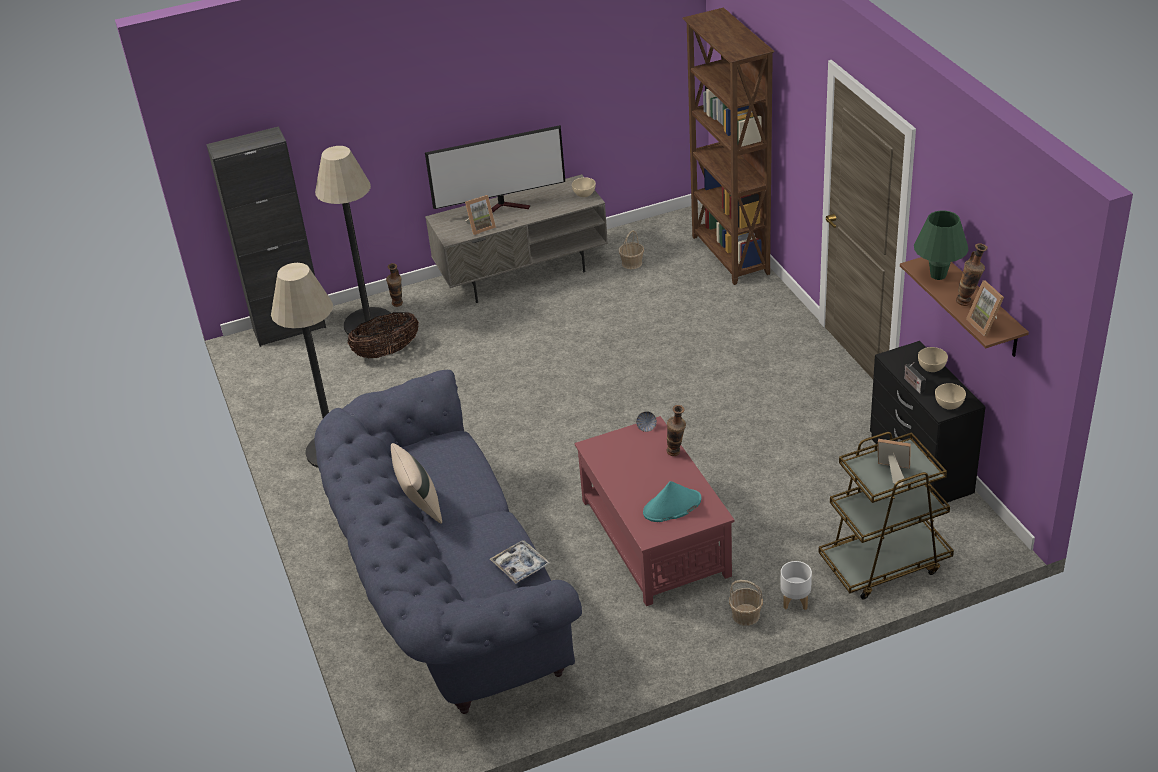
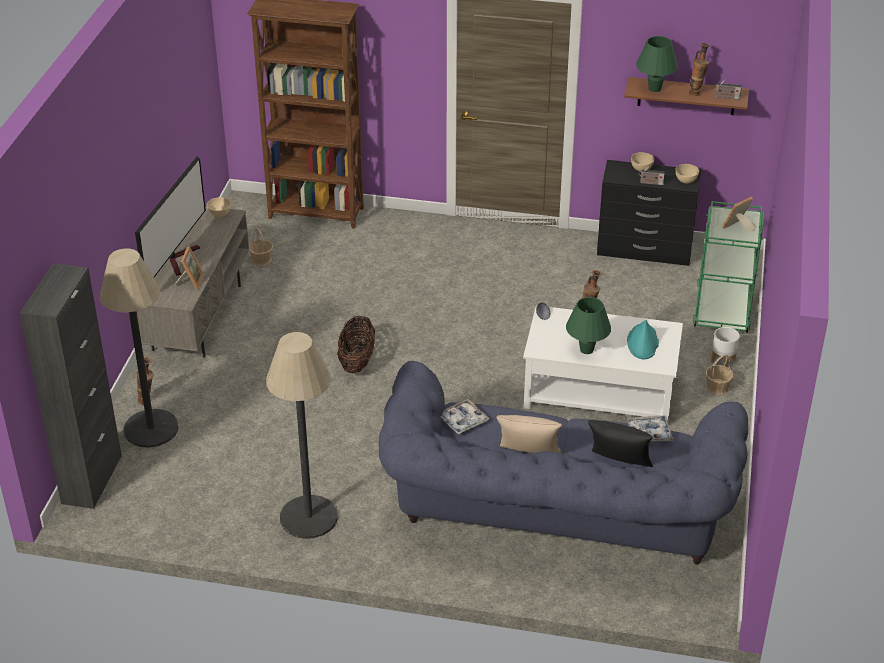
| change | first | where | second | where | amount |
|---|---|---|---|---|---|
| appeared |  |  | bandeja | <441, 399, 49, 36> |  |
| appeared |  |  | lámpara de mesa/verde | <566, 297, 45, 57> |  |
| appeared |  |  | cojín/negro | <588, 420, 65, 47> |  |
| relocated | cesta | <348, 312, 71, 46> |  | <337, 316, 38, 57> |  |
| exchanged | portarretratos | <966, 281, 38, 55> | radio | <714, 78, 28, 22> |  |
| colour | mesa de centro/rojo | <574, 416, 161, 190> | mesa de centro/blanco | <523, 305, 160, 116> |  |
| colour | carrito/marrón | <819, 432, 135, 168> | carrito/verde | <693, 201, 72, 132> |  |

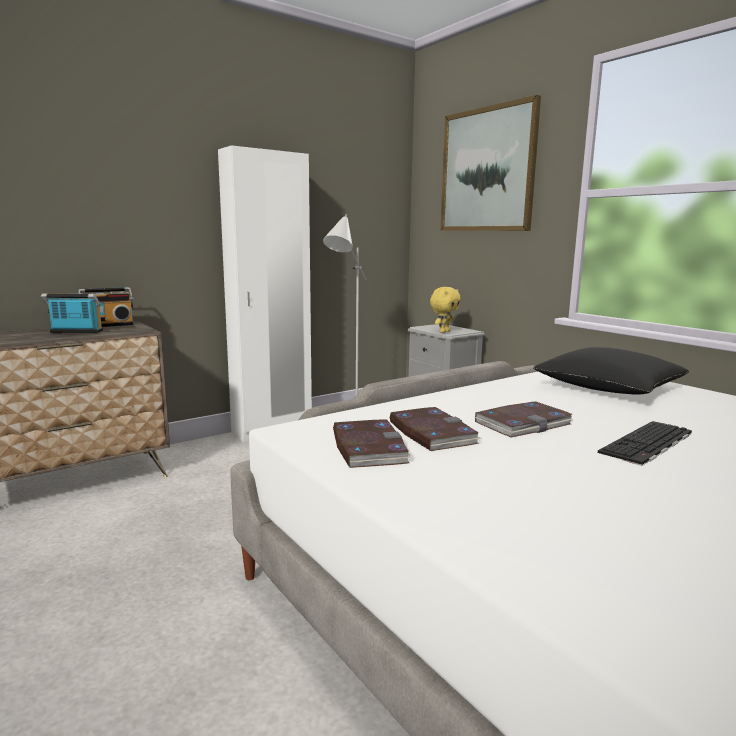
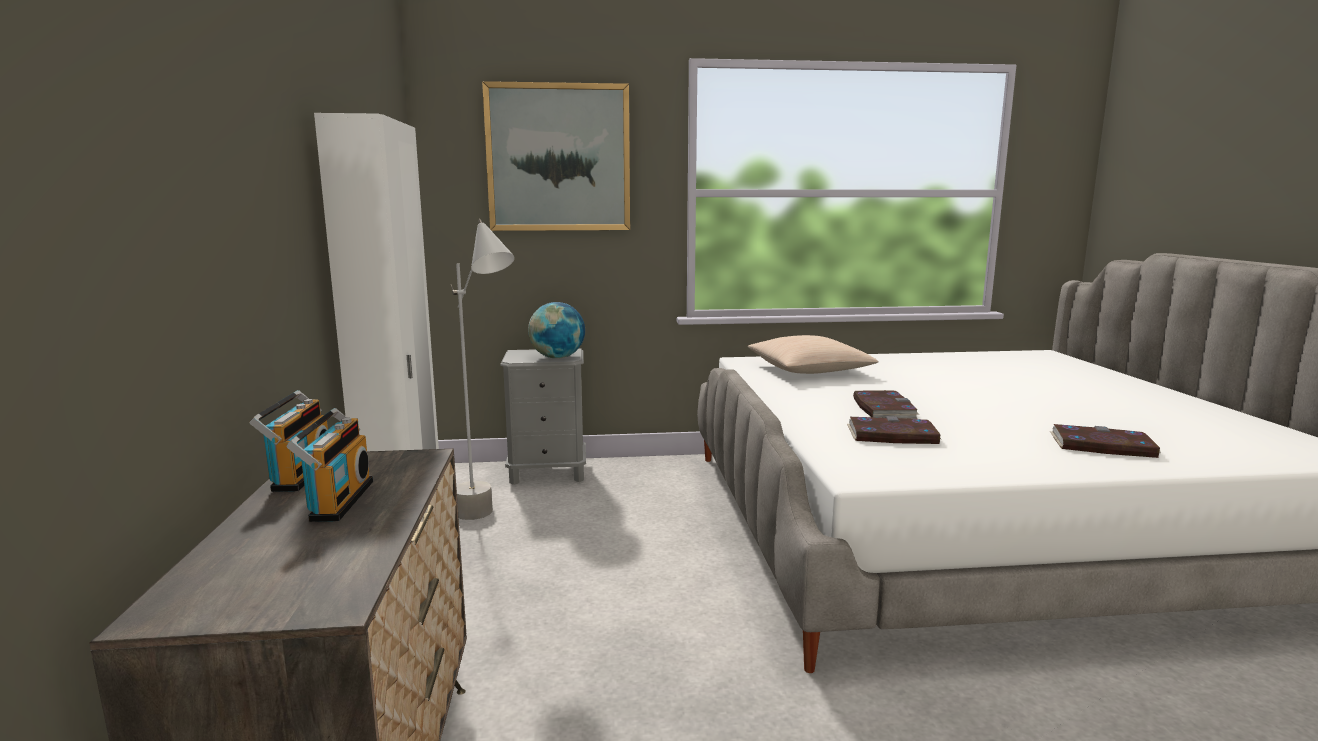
| change | first | where | second | where | amount |
|---|---|---|---|---|---|
| missing | teclado | <598, 421, 94, 45> |  |  |  |
| relocated | libro | <333, 419, 79, 49> |  | <1050, 424, 111, 34> |  |
| exchanged | peluche/amarillo | <430, 287, 31, 46> | globo terráqueo | <528, 302, 57, 57> |  |
| colour | cojín/negro | <533, 347, 156, 48> | cojín/beis | <748, 335, 130, 39> |  |
| spun | radio | <41, 293, 62, 40> |  | <286, 408, 87, 114> | 150 degrees clockwise |

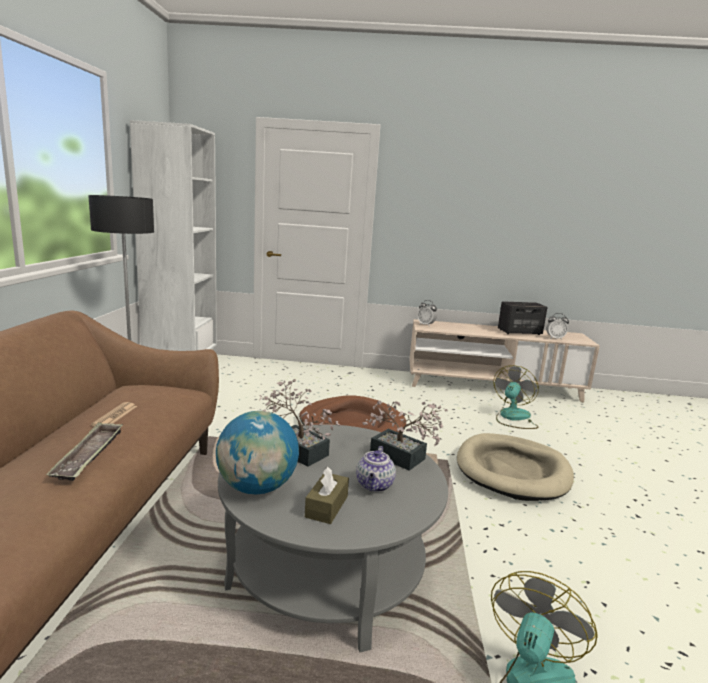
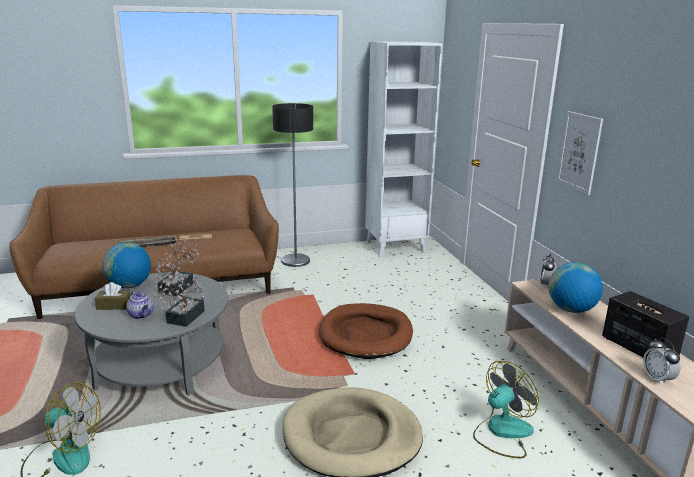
| change | first | where | second | where | amount |
|---|---|---|---|---|---|
| appeared |  |  | globo terráqueo | <549, 262, 54, 51> |  |
| appeared |  |  | cuadro | <556, 111, 47, 84> |  |
| spun | tetera | <356, 446, 40, 46> |  | <126, 291, 28, 28> | 120 degrees counterclockwise |
| spun | ventilador | <493, 365, 46, 64> |  | <473, 361, 66, 97> | 45 degrees counterclockwise |

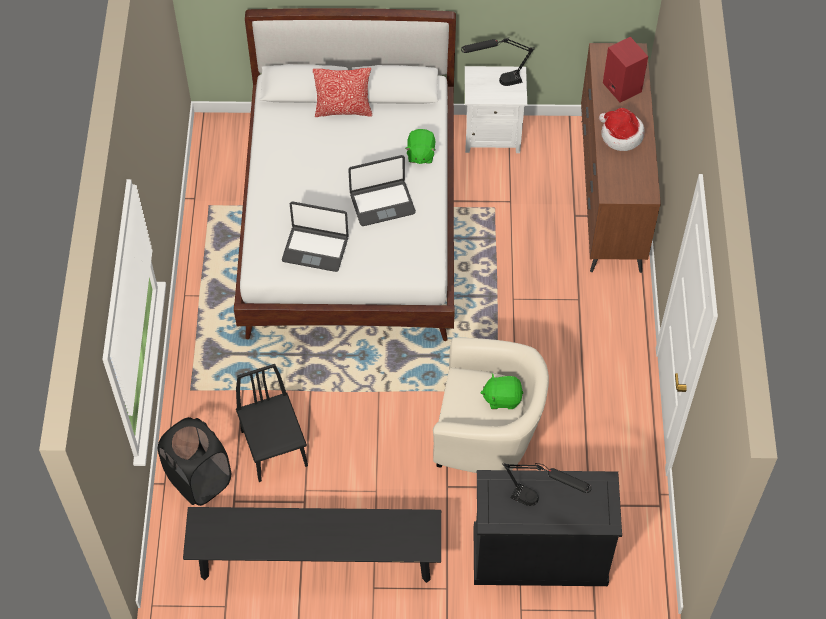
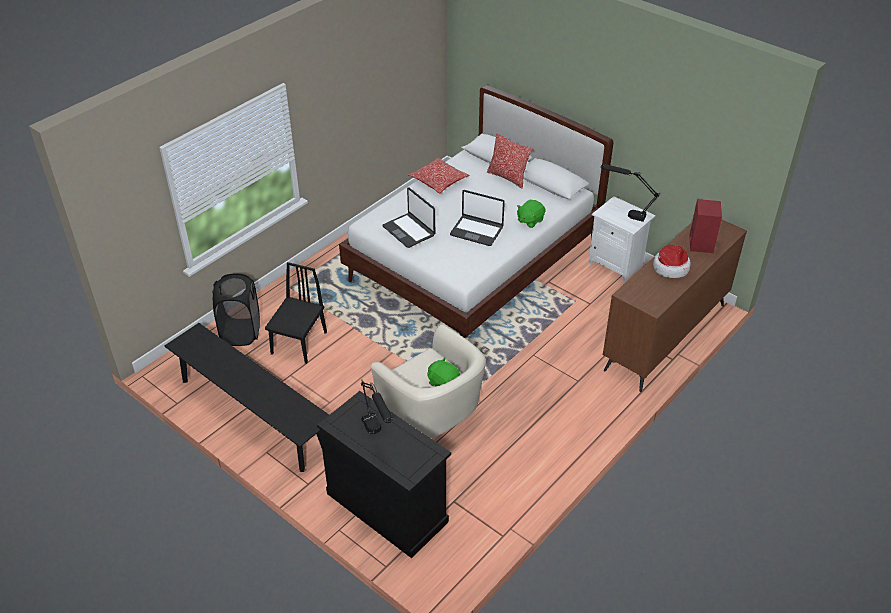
| change | first | where | second | where | amount |
|---|---|---|---|---|---|
| appeared |  |  | cojín | <409, 158, 60, 36> |  |

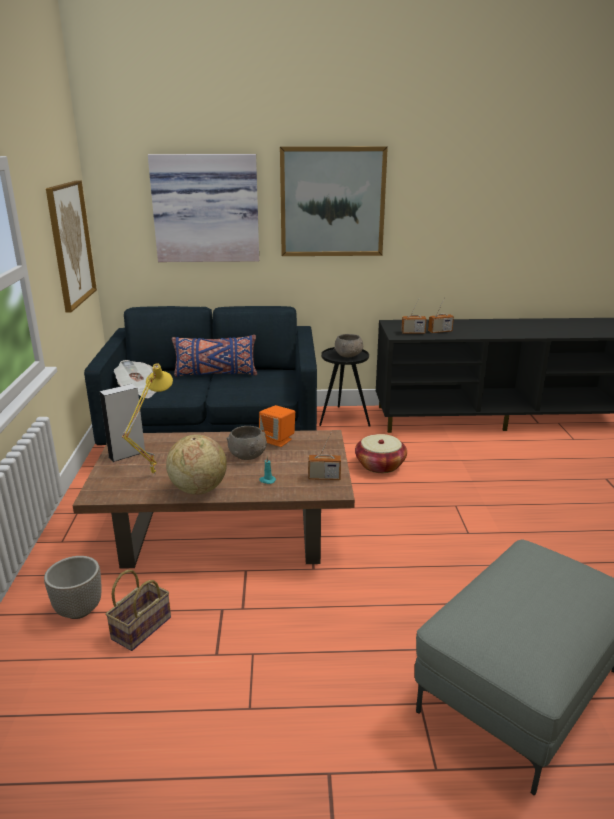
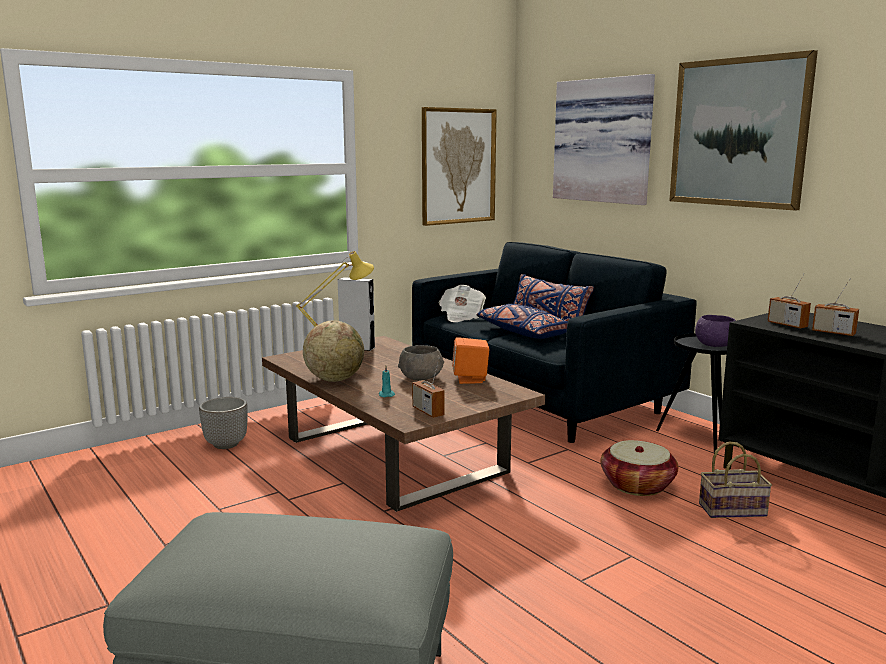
| change | first | where | second | where | amount |
|---|---|---|---|---|---|
| appeared |  |  | cojín/azul | <476, 304, 92, 35> |  |
| relocated | cesta | <106, 570, 65, 81> |  | <699, 441, 73, 77> |  |
| colour | cuenco/gris | <334, 334, 29, 23> | cuenco/morado | <695, 315, 41, 32> |  |

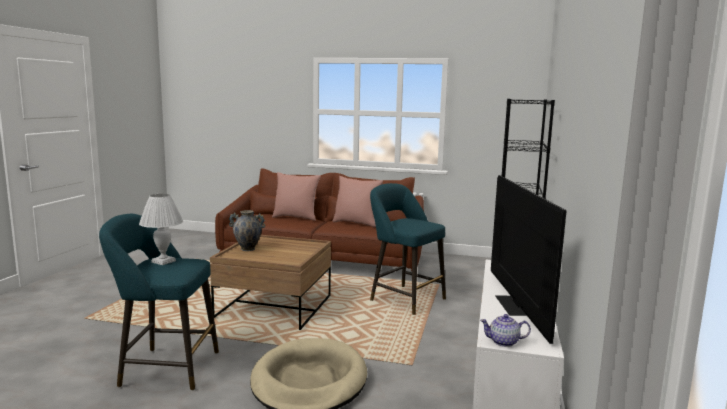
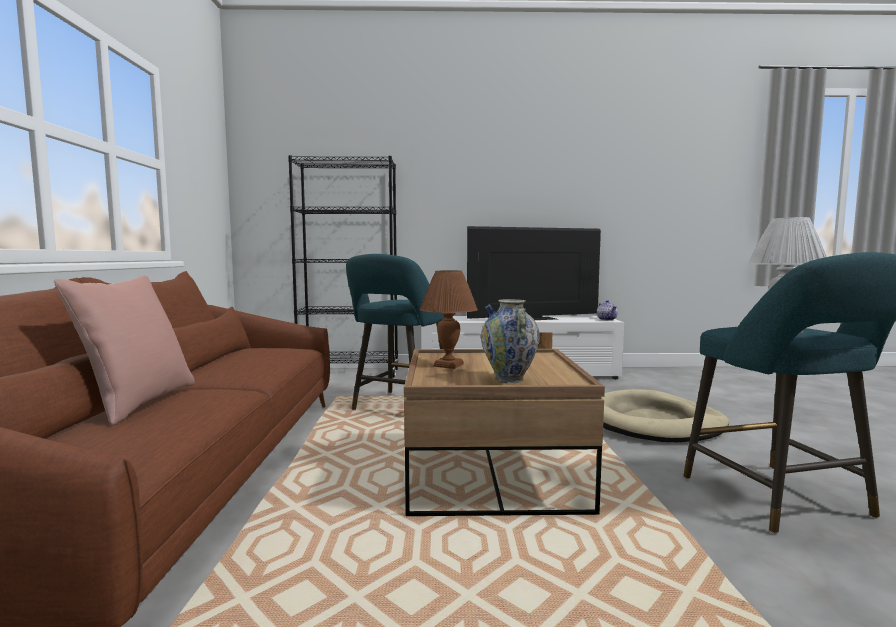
| change | first | where | second | where | amount |
|---|---|---|---|---|---|
| missing | cojín/rosa | <332, 176, 51, 52> |  |  |  |
| appeared |  |  | lámpara de mesa/marrón | <420, 270, 58, 99> |  |

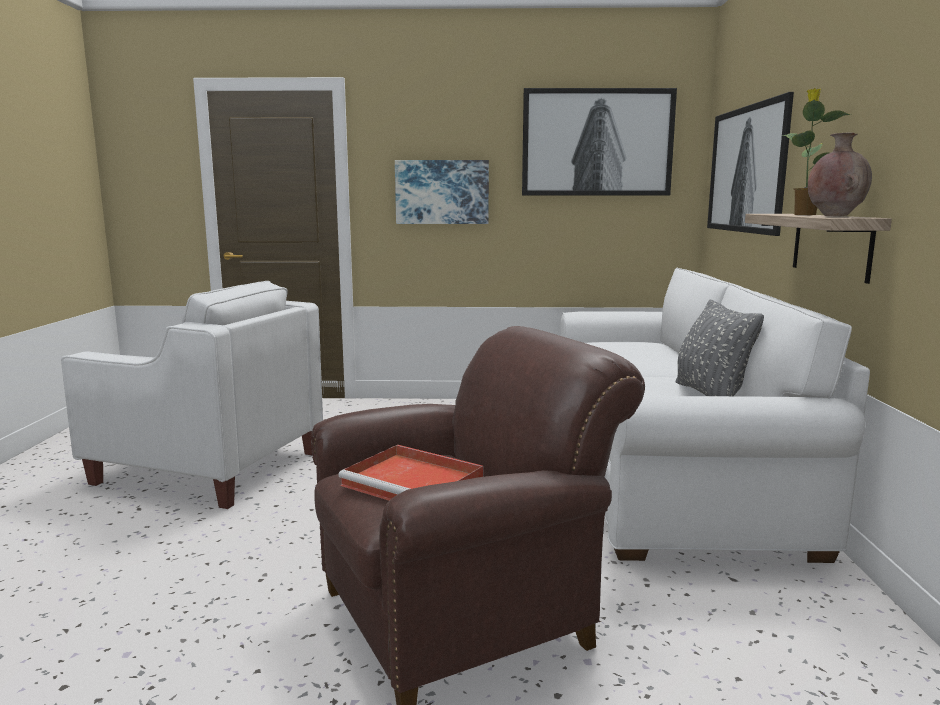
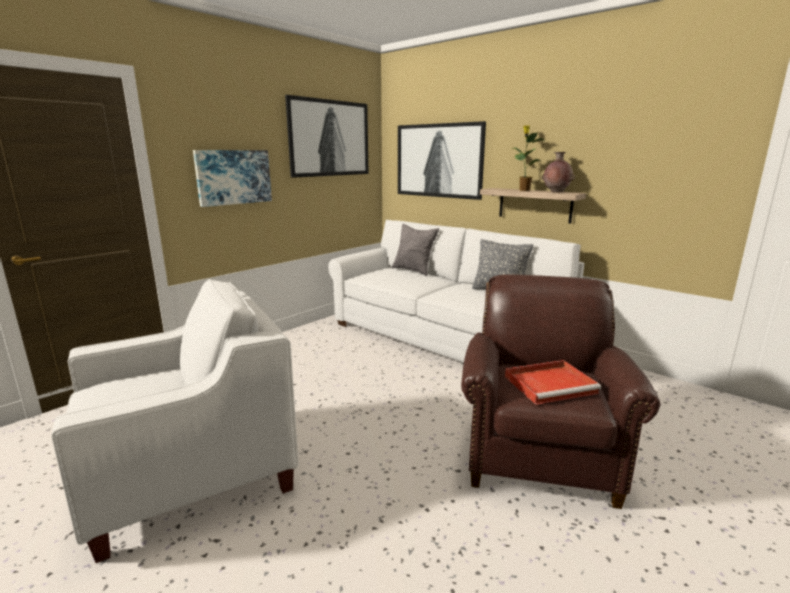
| change | first | where | second | where | amount |
|---|---|---|---|---|---|
| appeared |  |  | cojín/gris | <392, 224, 47, 52> |  |

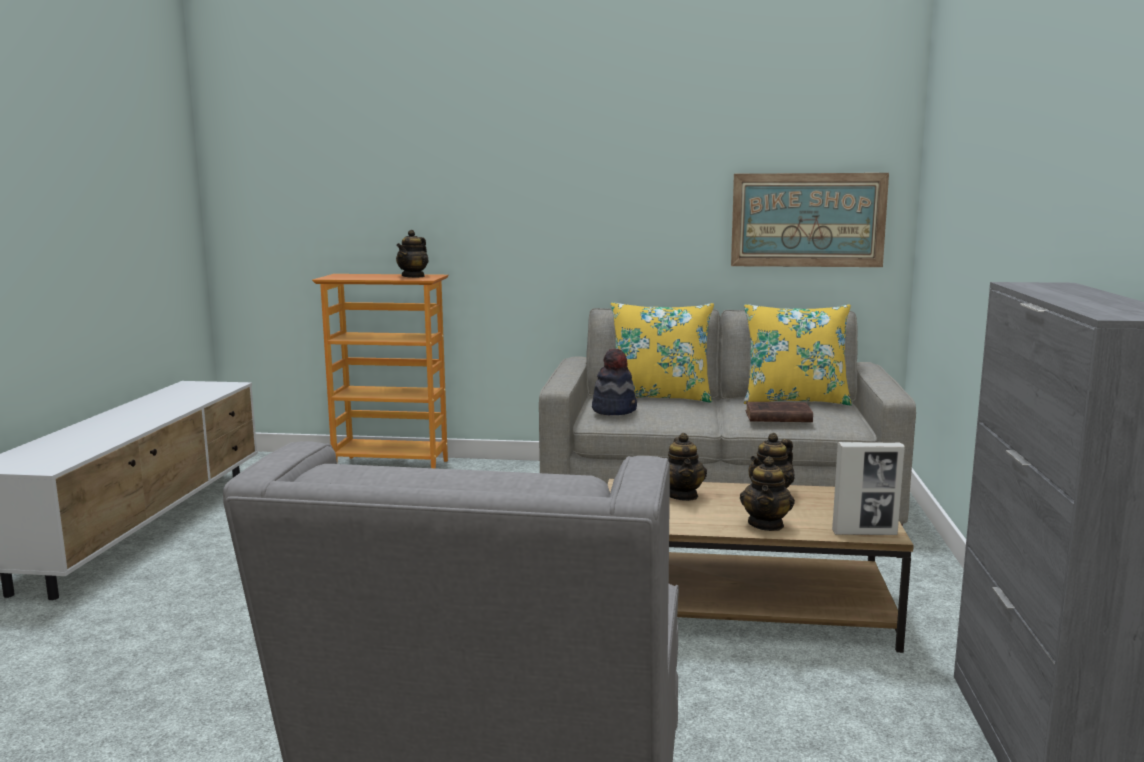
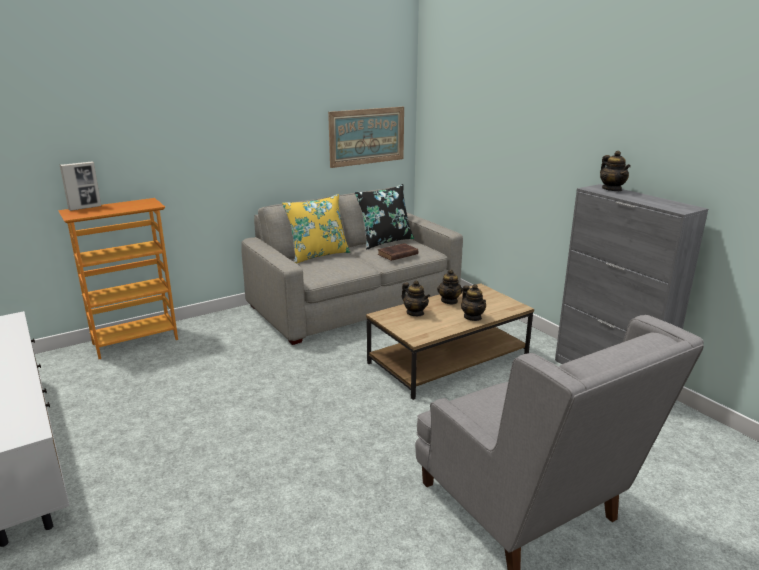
| change | first | where | second | where | amount |
|---|---|---|---|---|---|
| missing | sombrero | <592, 348, 45, 67> |  |  |  |
| relocated | tetera | <396, 230, 33, 48> |  | <600, 151, 31, 40> |  |
| relocated | portarretratos | <832, 442, 73, 93> |  | <60, 161, 41, 50> |  |
| colour | cojín/amarillo | <744, 304, 108, 102> | cojín/negro | <354, 184, 60, 65> |  |

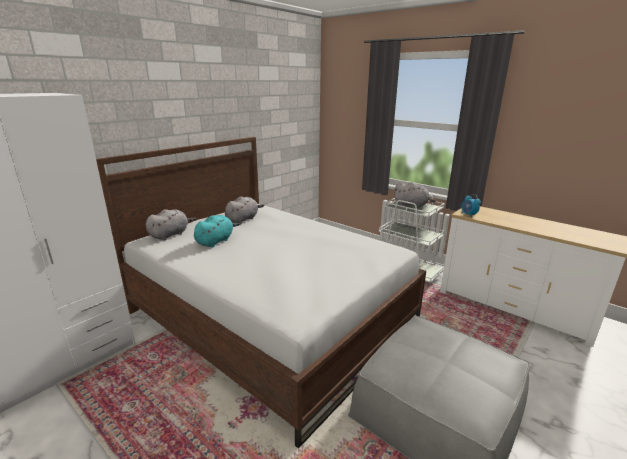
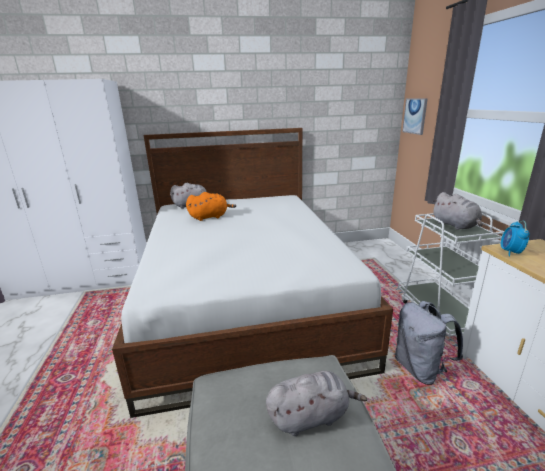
| change | first | where | second | where | amount |
|---|---|---|---|---|---|
| appeared |  |  | mochila/gris | <395, 301, 68, 84> |  |
| appeared |  |  | cuadro | <402, 98, 26, 37> |  |
| relocated | peluche/gris | <225, 196, 39, 28> |  | <266, 371, 101, 65> |  |
| colour | peluche/turquesa | <194, 215, 46, 33> | peluche/naranja | <186, 192, 50, 29> |  |

